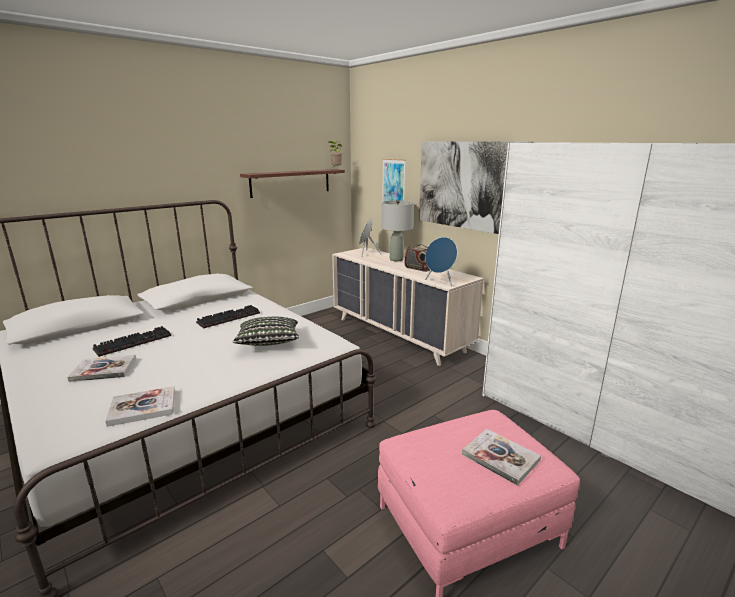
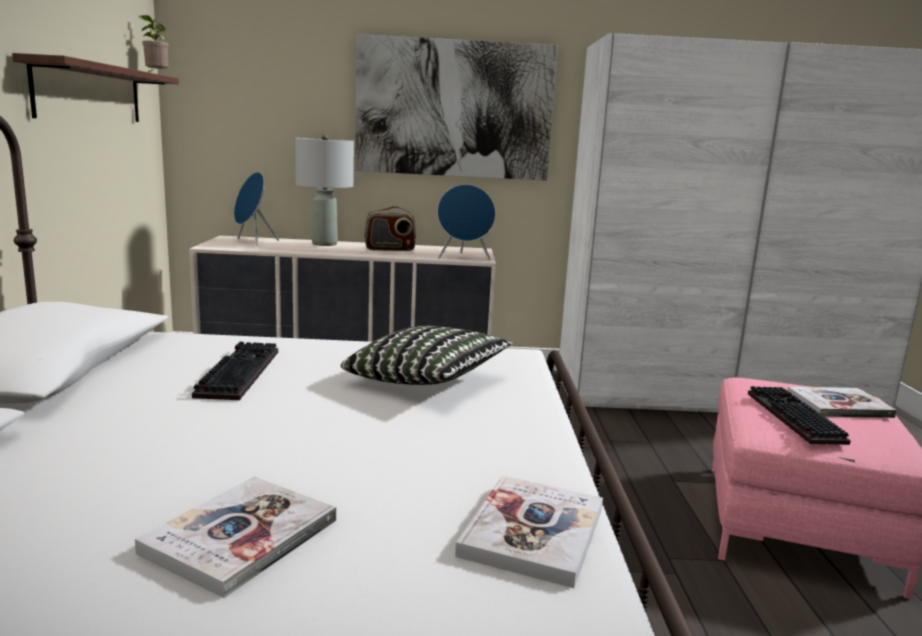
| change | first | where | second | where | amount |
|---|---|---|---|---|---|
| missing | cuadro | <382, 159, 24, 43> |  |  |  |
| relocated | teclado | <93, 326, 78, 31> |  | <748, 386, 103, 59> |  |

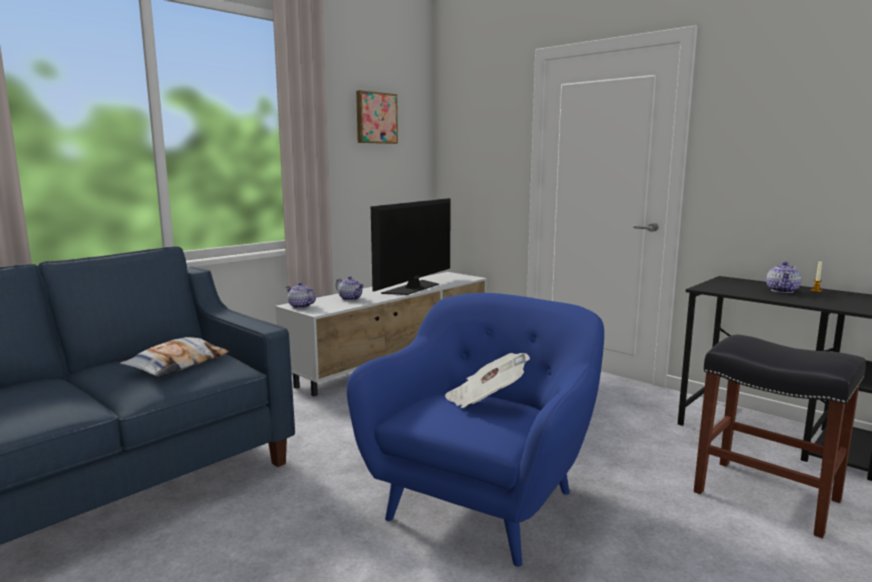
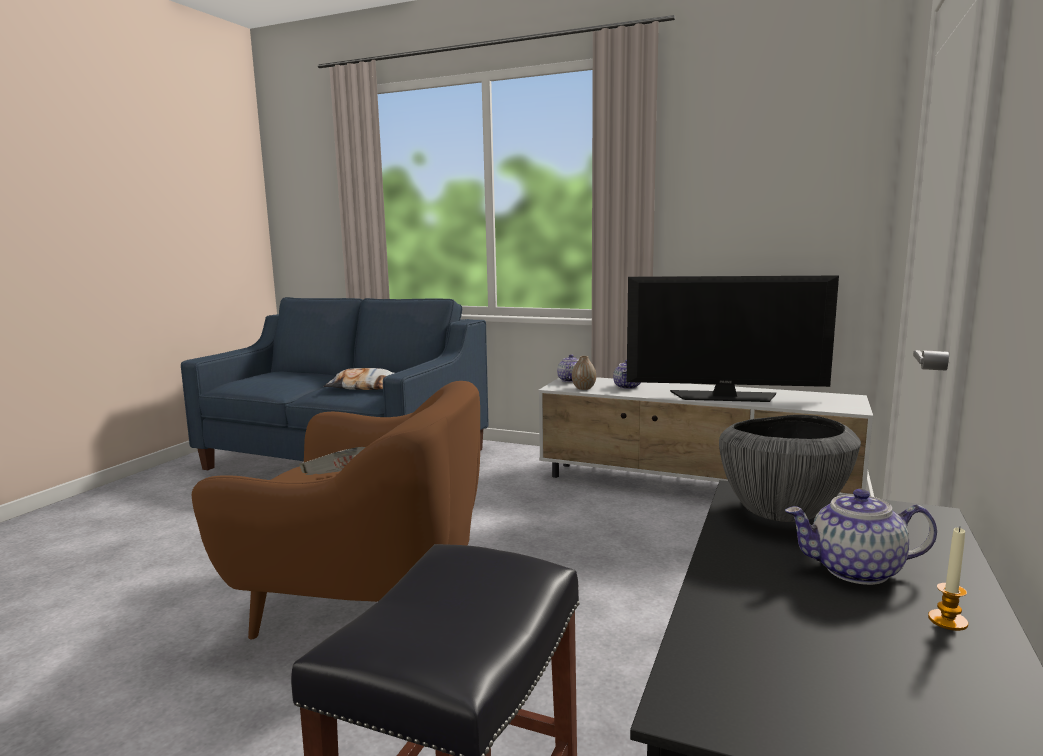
| change | first | where | second | where | amount |
|---|---|---|---|---|---|
| missing | cuadro | <356, 90, 42, 54> |  |  |  |
| appeared |  |  | florero | <572, 356, 24, 34> |  |
| appeared |  |  | cuenco | <719, 415, 142, 107> |  |
| colour | sillón/azul | <347, 293, 257, 274> | sillón/marrón | <192, 381, 288, 258> |  |

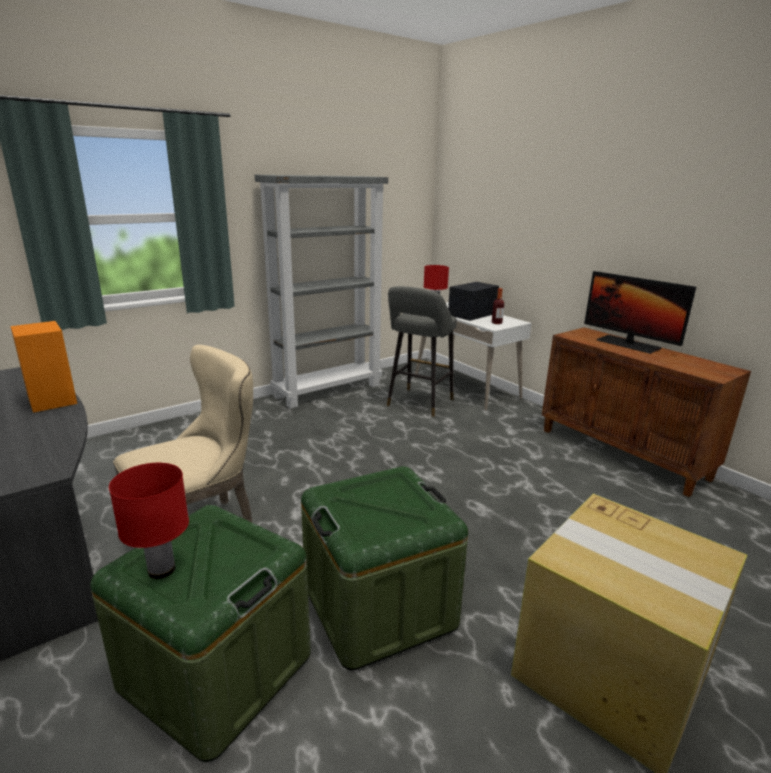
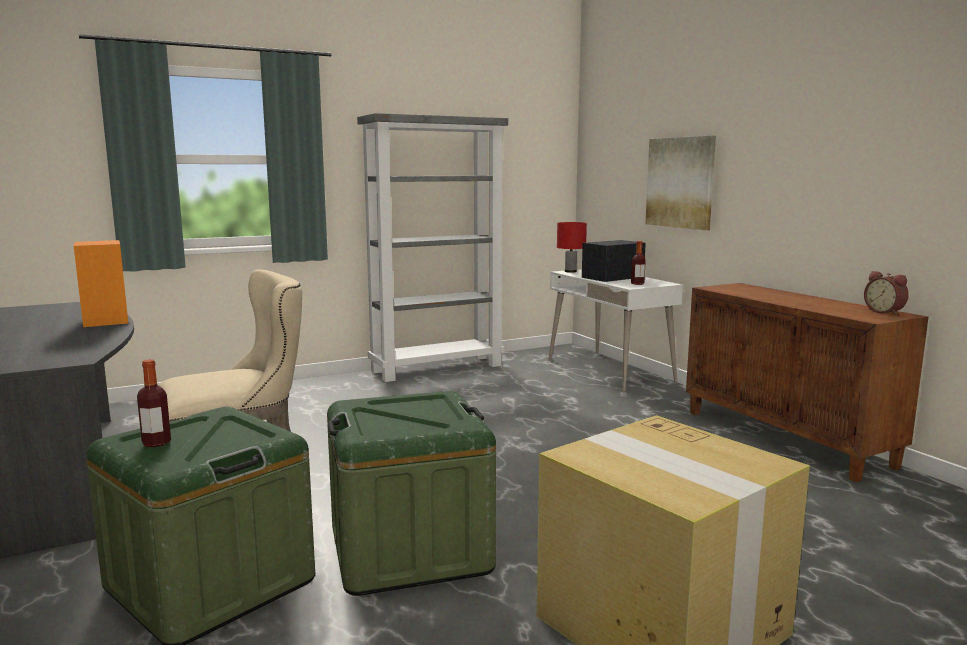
| change | first | where | second | where | amount |
|---|---|---|---|---|---|
| missing | taburete/gris | <387, 286, 70, 131> |  |  |  |
| missing | monitor | <584, 271, 112, 83> |  |  |  |
| appeared |  |  | cuadro | <645, 136, 71, 94> |  |
| appeared |  |  | despertador | <864, 271, 45, 44> |  |
| exchanged | lámpara de mesa/rojo | <109, 463, 80, 116> | botella | <137, 359, 34, 88> |  |

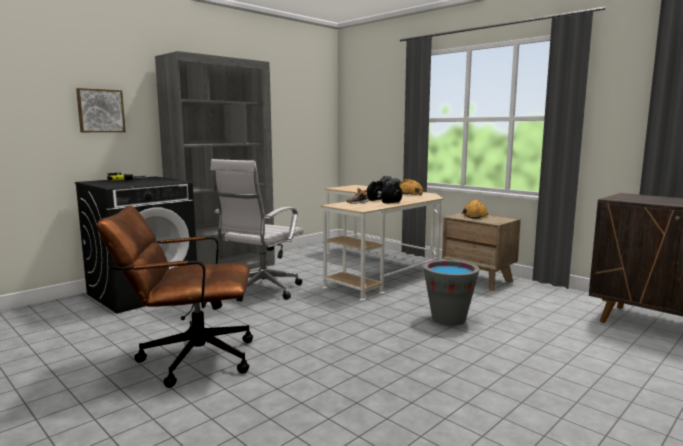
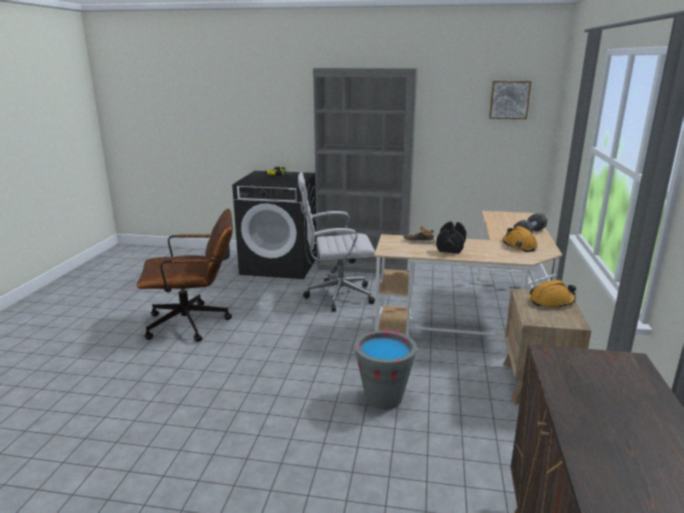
| change | first | where | second | where | amount |
|---|---|---|---|---|---|
| relocated | cuadro | <76, 88, 49, 44> |  | <489, 81, 43, 38> |  |
| spun | silla de oficina/marrón | <97, 205, 156, 183> |  | <137, 209, 96, 133> | 120 degrees clockwise |

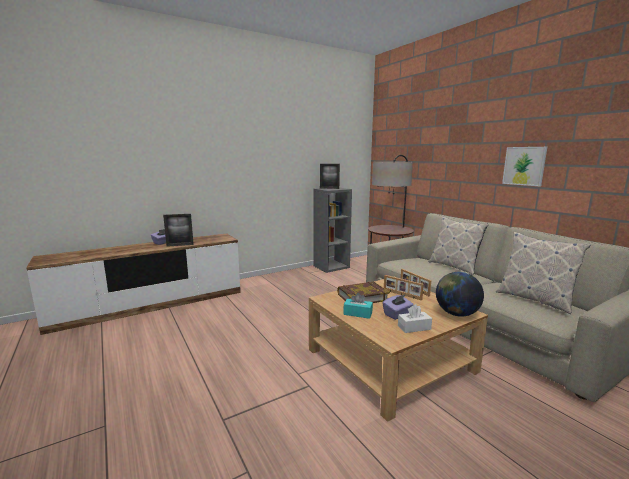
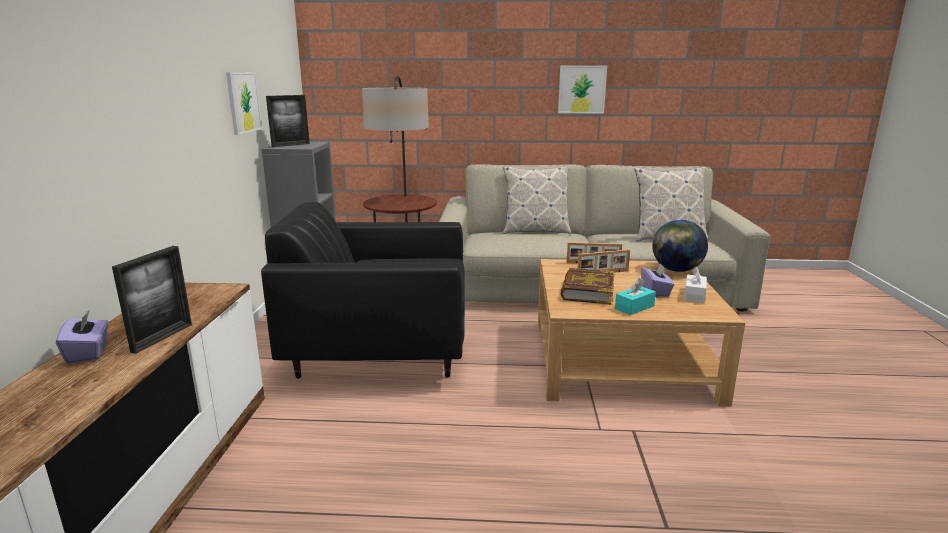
| change | first | where | second | where | amount |
|---|---|---|---|---|---|
| appeared |  |  | cuadro | <226, 72, 36, 63> |  |
| appeared |  |  | sillón/negro | <261, 202, 204, 177> |  |

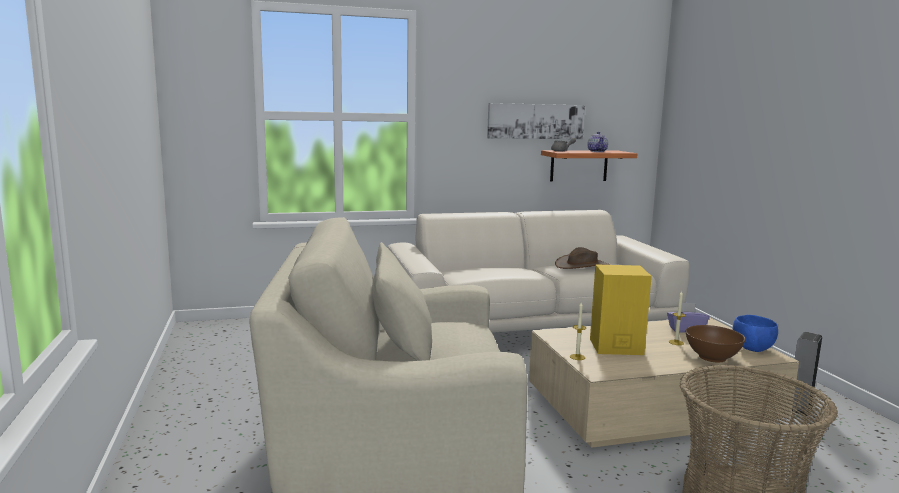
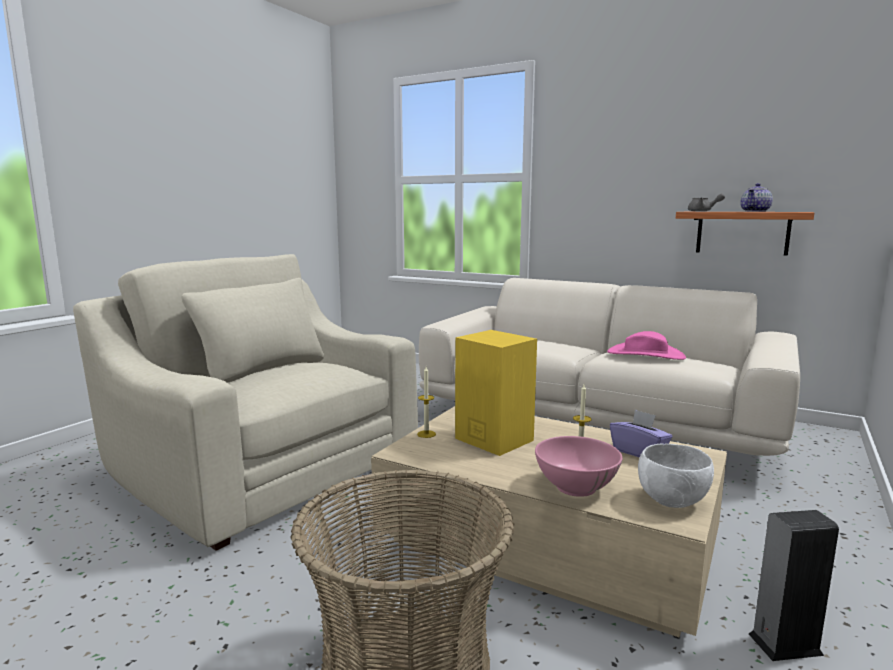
| change | first | where | second | where | amount |
|---|---|---|---|---|---|
| missing | cuadro | <487, 103, 98, 36> |  |  |  |
| colour | sombrero/marrón | <555, 247, 55, 22> | sombrero/rosa | <607, 331, 79, 29> |  |
| colour | cuenco/marrón | <686, 325, 60, 38> | cuenco/rosa | <535, 436, 87, 61> |  |
| colour | cuenco/azul | <733, 315, 45, 37> | cuenco/blanco | <638, 443, 76, 65> |  |

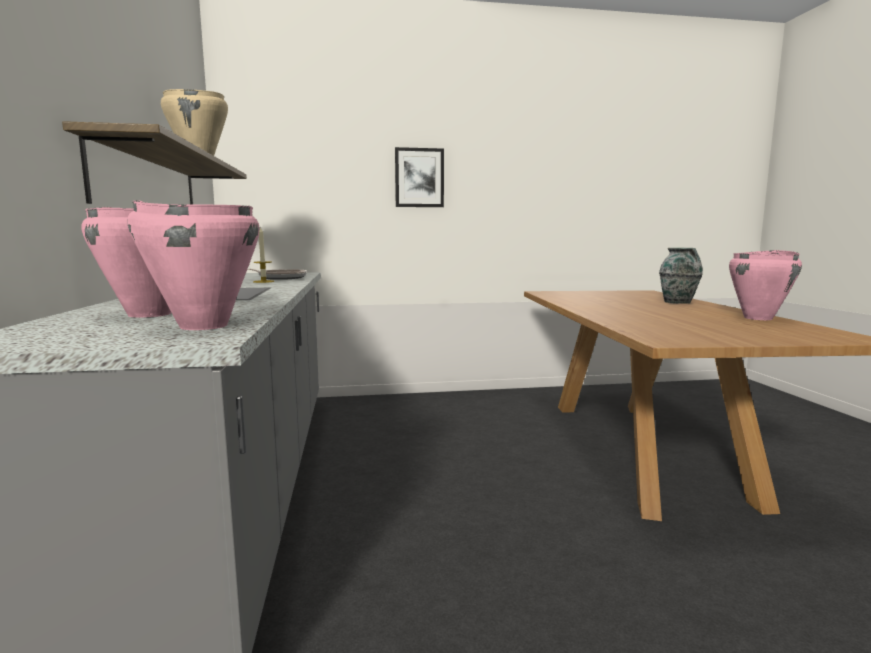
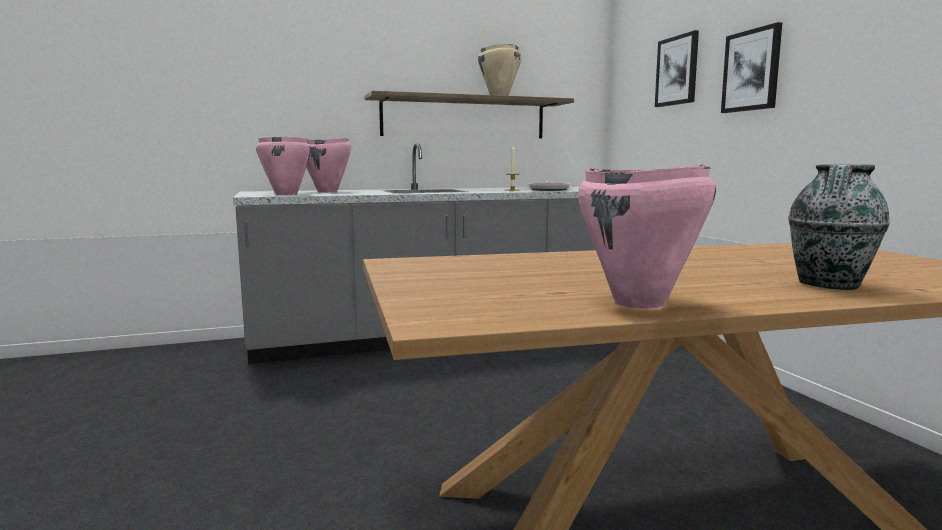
| change | first | where | second | where | amount |
|---|---|---|---|---|---|
| appeared |  |  | cuadro | <655, 30, 44, 77> |  |

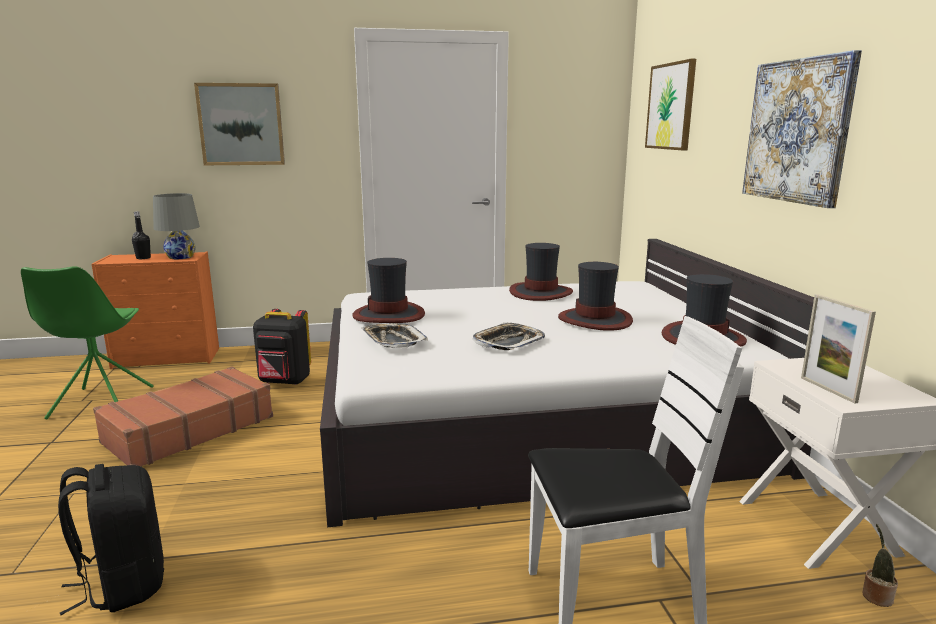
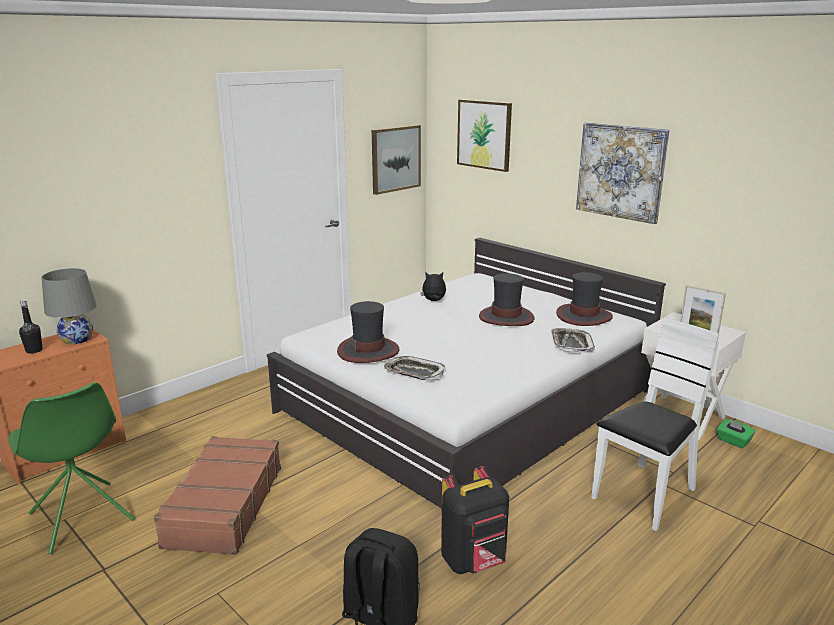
| change | first | where | second | where | amount |
|---|---|---|---|---|---|
| relocated | cuadro | <194, 83, 91, 82> |  | <372, 125, 49, 70> |  |
| relocated | mochila/negro | <253, 309, 58, 76> |  | <441, 466, 68, 108> |  |
| relocated | bandeja | <473, 322, 72, 28> |  | <551, 328, 44, 25> |  |
| exchanged | sombrero | <509, 243, 64, 58> | peluche | <421, 272, 25, 29> |  |
| exchanged | planta en maceta | <862, 524, 36, 83> | caja de pañuelos/verde | <717, 419, 38, 30> |  |

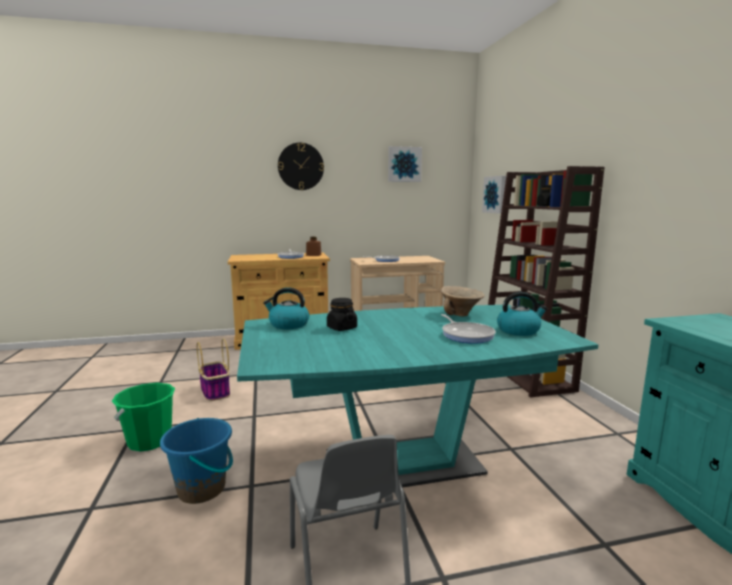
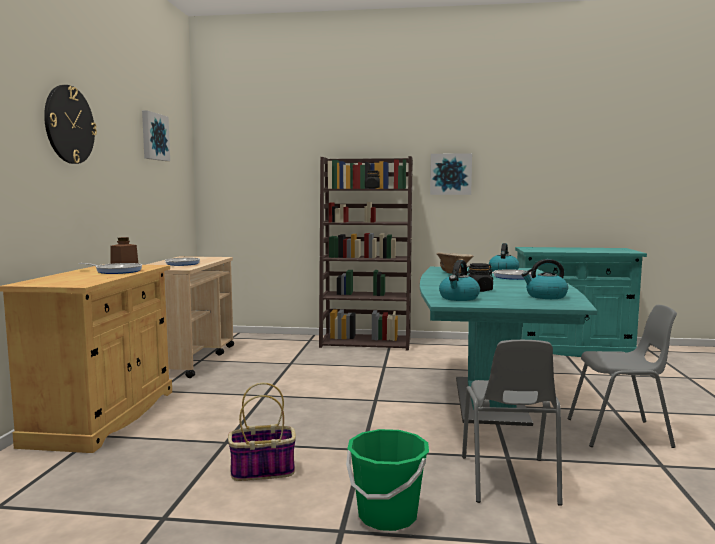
| change | first | where | second | where | amount |
|---|---|---|---|---|---|
| appeared |  |  | hervidor | <521, 259, 47, 40> |  |
| relocated | cuadro | <482, 176, 24, 38> |  | <430, 153, 42, 42> |  |
| exchanged | cubo/azul | <160, 418, 73, 86> | silla/gris | <462, 340, 101, 166> |  |

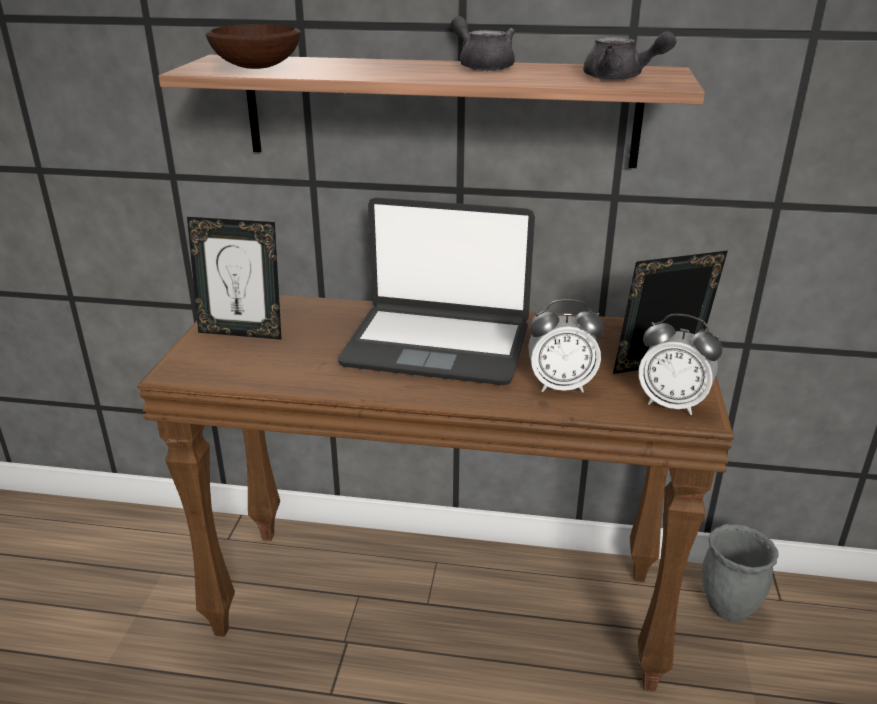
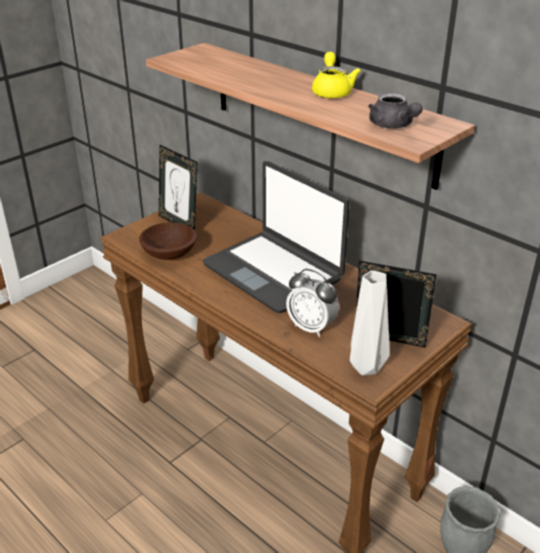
| change | first | where | second | where | amount |
|---|---|---|---|---|---|
| relocated | cuenco/marrón | <205, 24, 96, 45> |  | <139, 222, 58, 38> |  |
| exchanged | despertador | <639, 314, 83, 101> | florero/gris | <350, 270, 40, 106> |  |
| colour | tetera/gris | <451, 16, 64, 55> | tetera/amarillo | <312, 52, 49, 46> |  |

